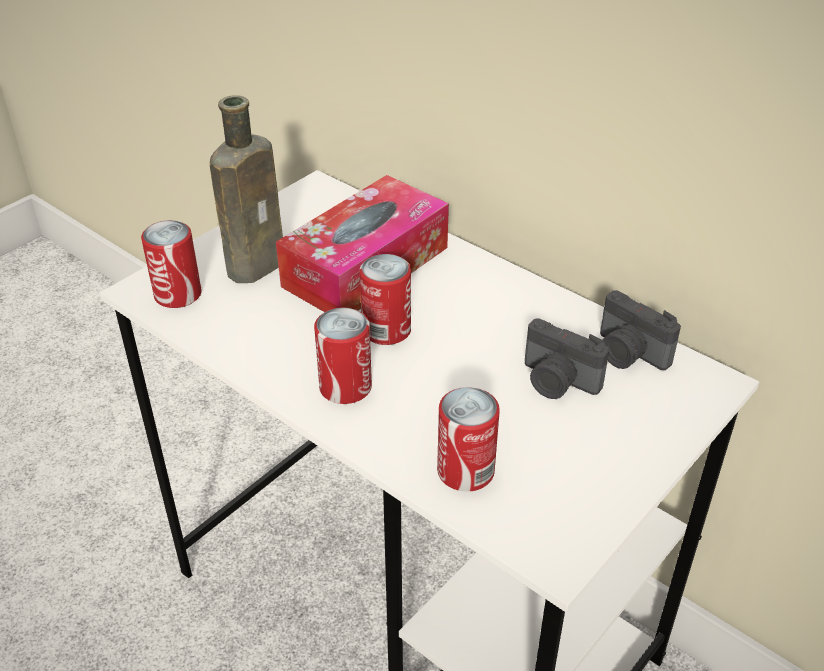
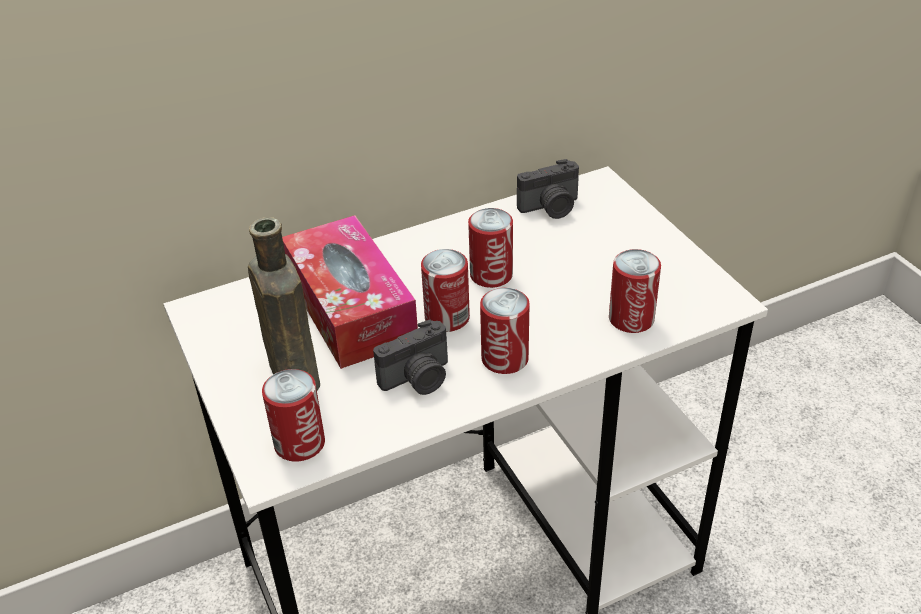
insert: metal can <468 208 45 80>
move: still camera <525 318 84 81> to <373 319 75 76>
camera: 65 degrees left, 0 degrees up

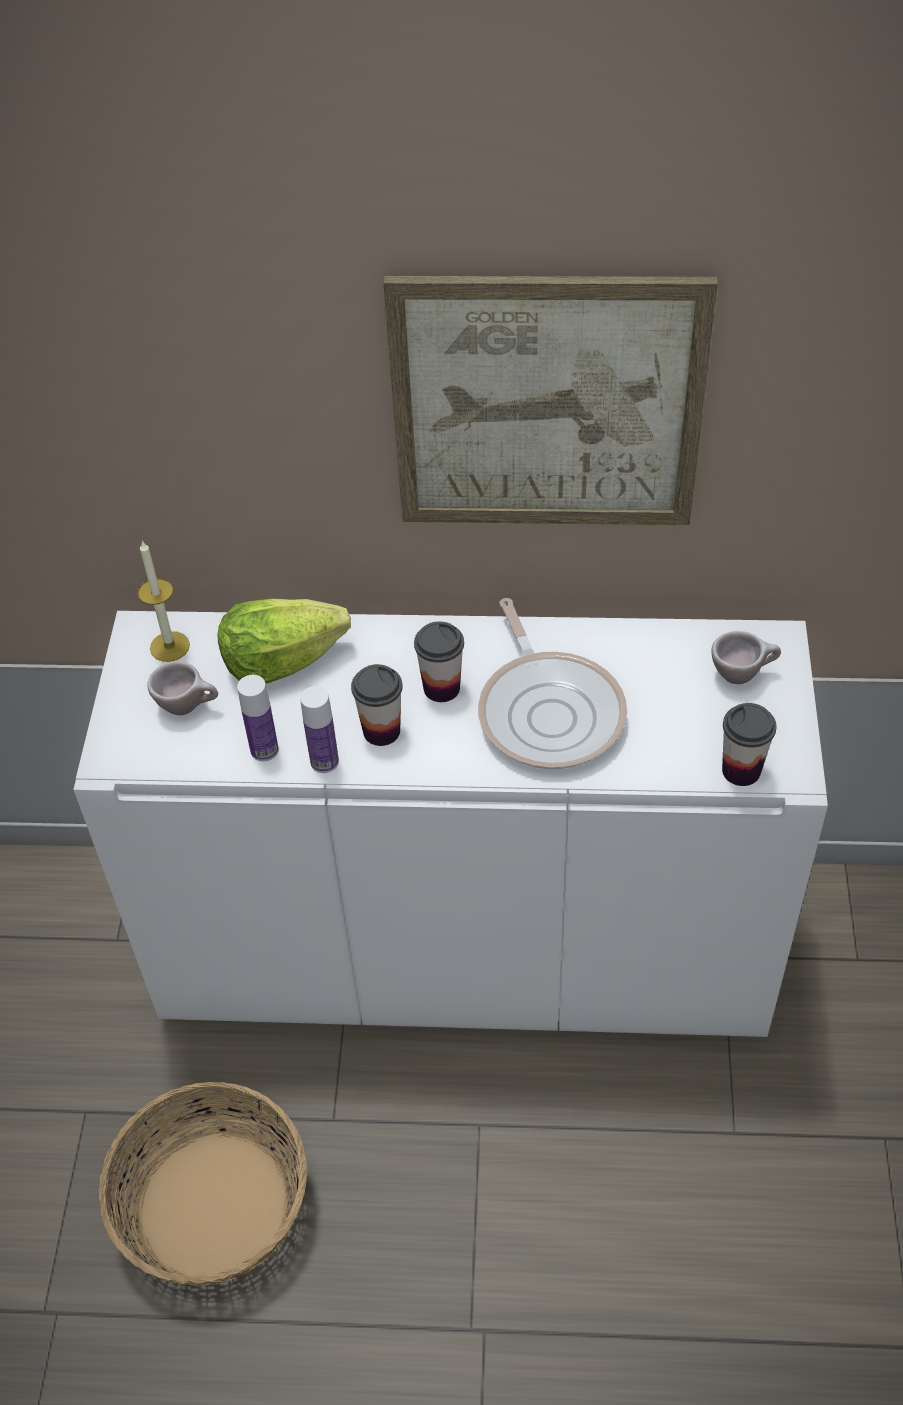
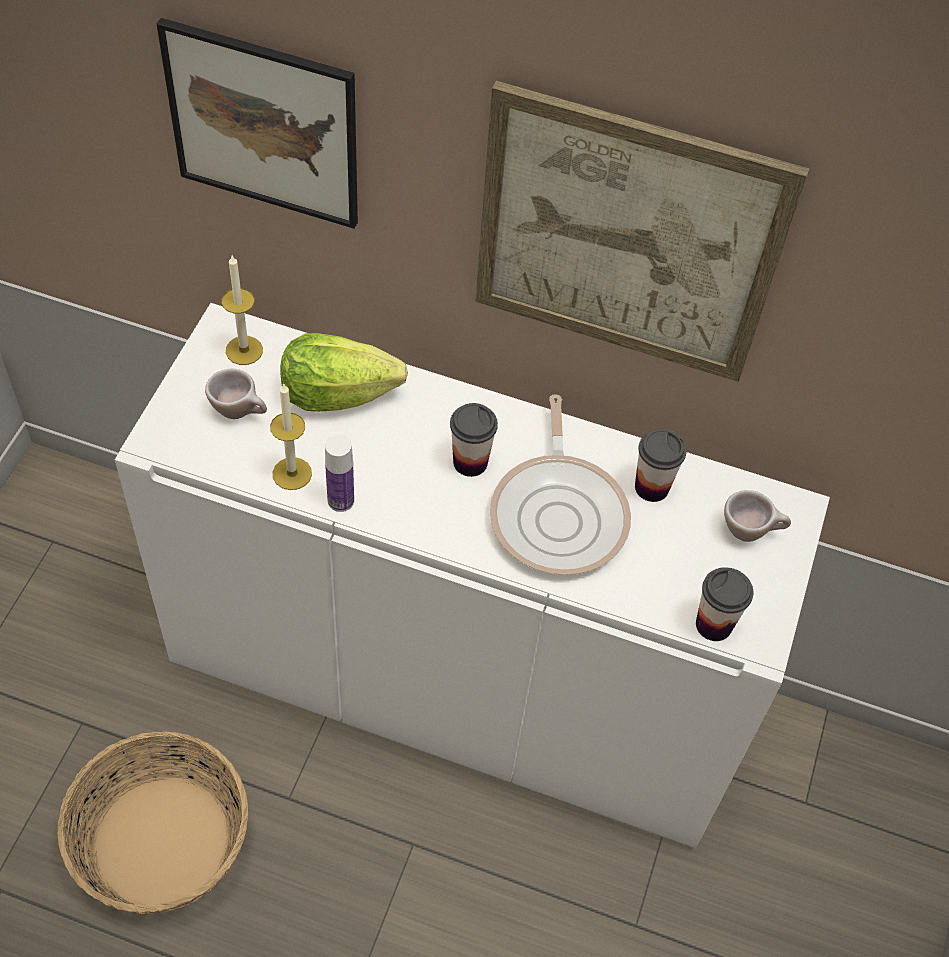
insert: wall art <157 18 201 211>
move: small cup <351 664 52 82> to <635 429 52 73>
replace: bottle <237 675 42 86> to wax light <270 383 42 107>
camera: 10 degrees right, 5 degrees up

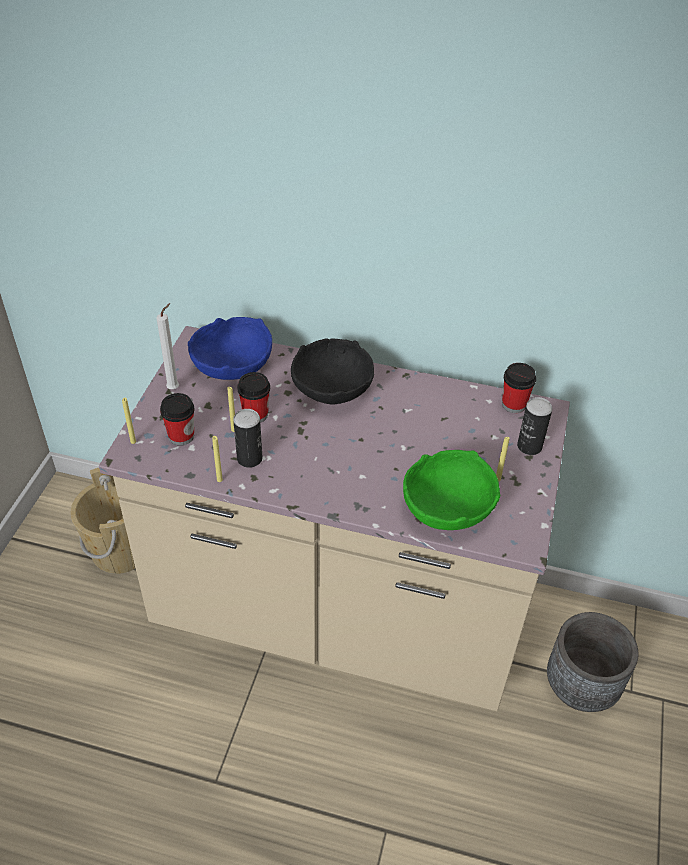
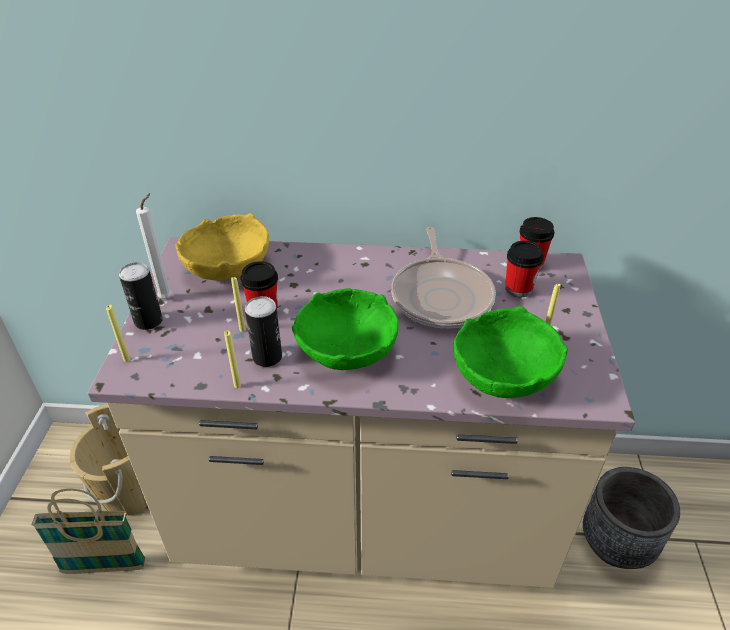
delete: deep dish (blackish) <291 338 83 66>
insert: frying pan <391 227 105 101>; deep dish (green) <292 288 107 82>; basket <31 489 115 85>
move: small cup <160 393 35 53> to <505 241 39 56>; metal can <517 397 36 58> to <119 262 44 68>
recolor: deep dish (blue) <188 317 84 63> to deep dish (yellow) <175 213 94 67>
camera: 10 degrees left, 5 degrees down

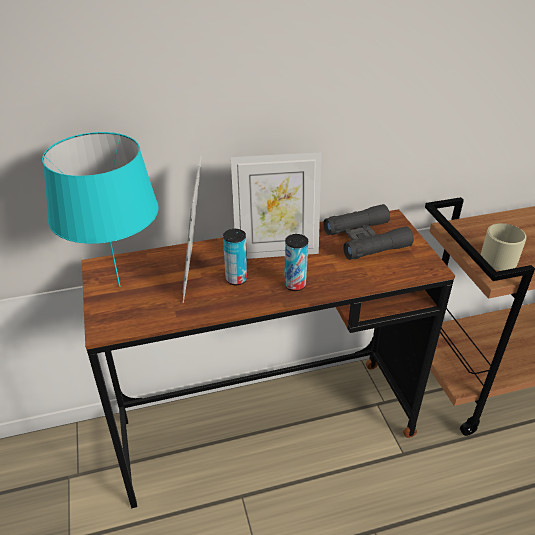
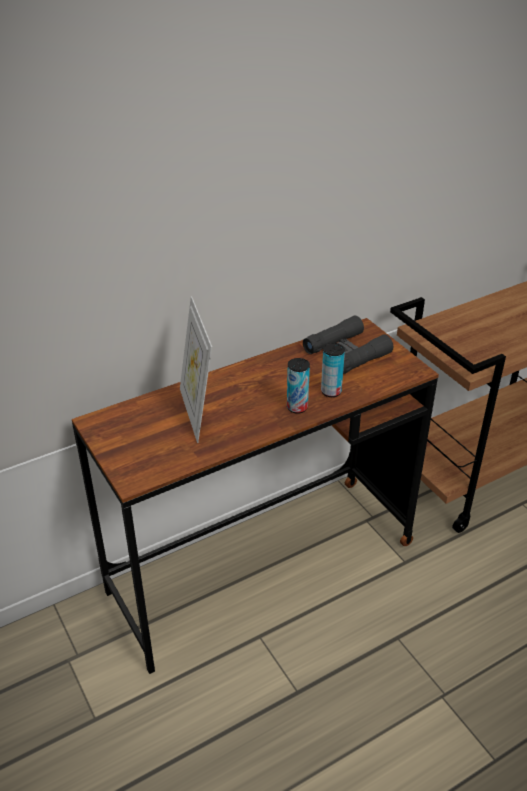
delete: table lamp (turquoise-coloured) <42 132 117 155>; photo frame <231 152 90 107>; mug (sand-coloured) <481 223 46 48>
move: metal can <223 229 24 56> to <321 343 24 54>
camera: 15 degrees left, 0 degrees up

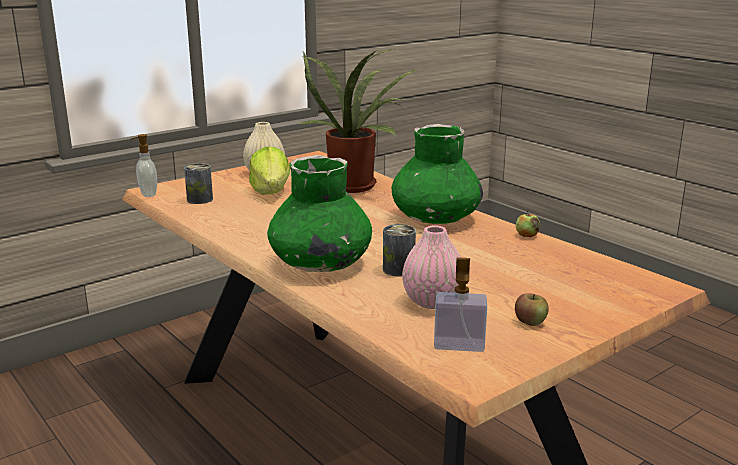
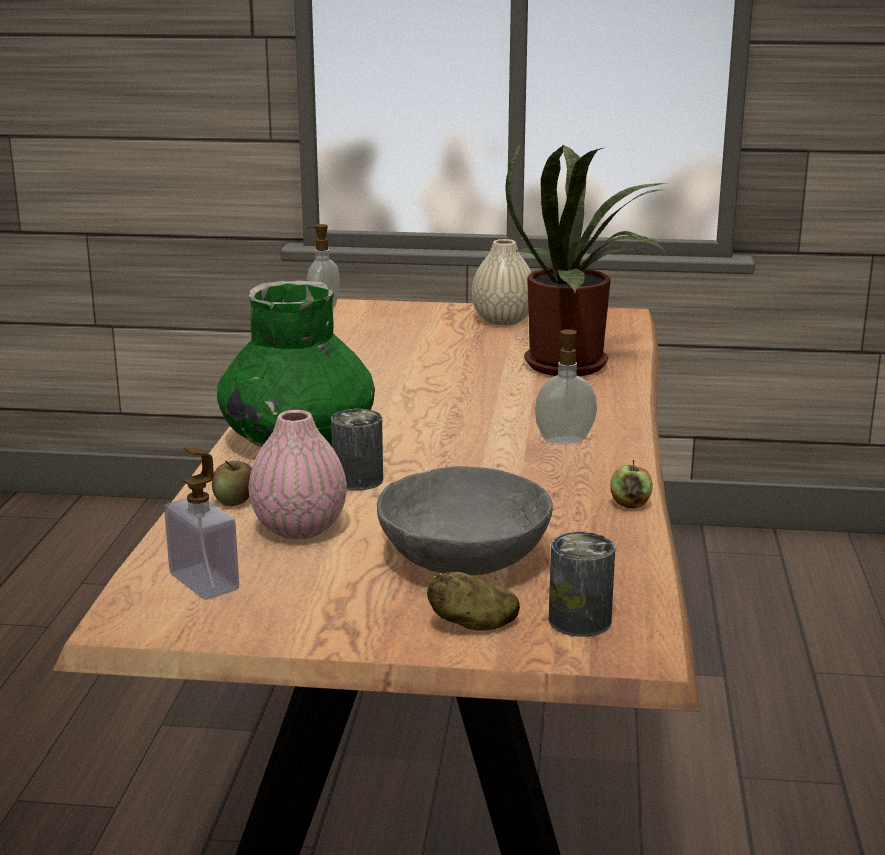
delete: head of lettuce <249 147 41 48>
insert: deep dish (greyish) <377 466 176 109>; spud <427 572 93 59>
move: metal can <184 163 29 41> to <549 532 66 105>; apple fruit <515 293 34 33> to <212 461 40 45>
replace: flower vase (green) <392 124 91 100> to soap bottle <535 329 62 115>
camera: 45 degrees right, 0 degrees up

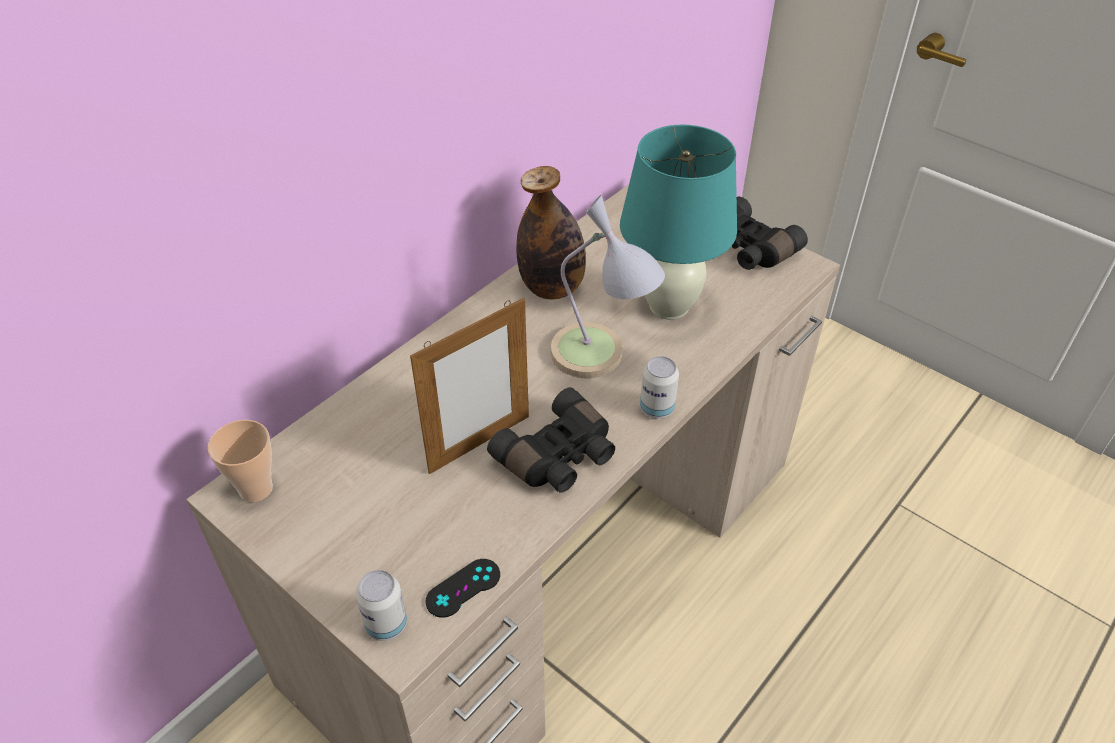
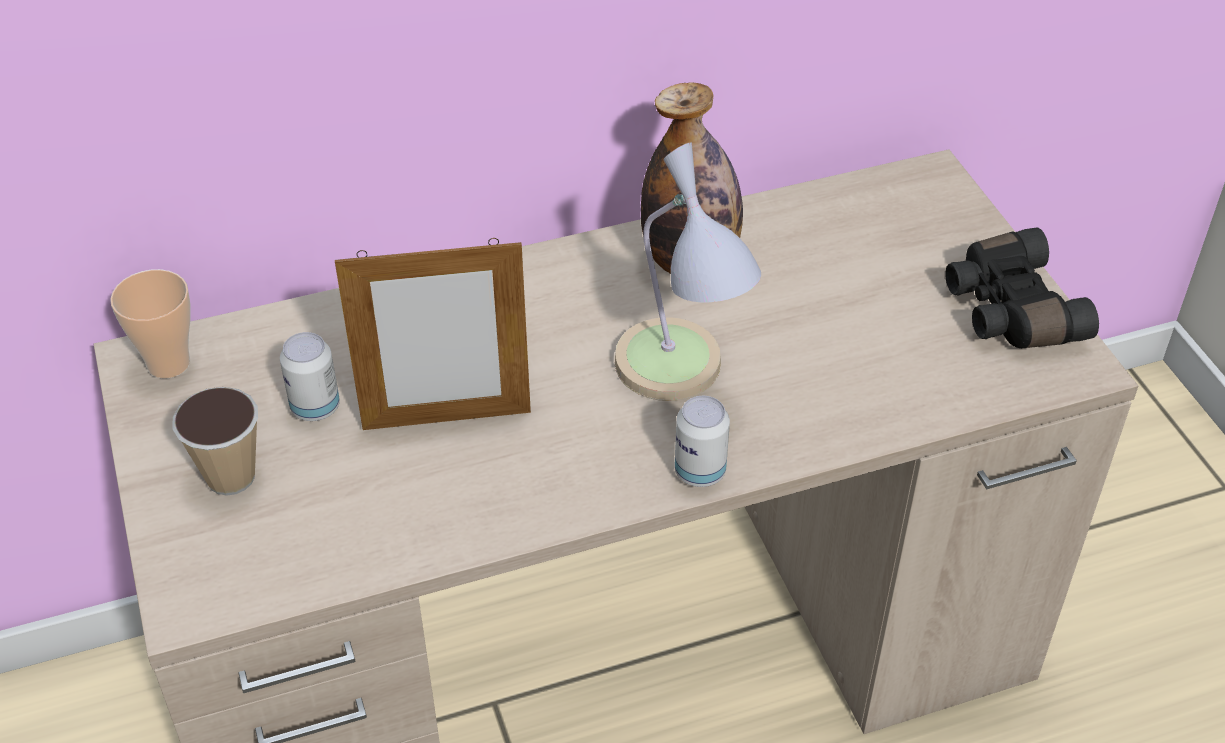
delete: table lamp (turquoise-coloured) <620 125 117 195>; field glasses (blackish) <487 387 128 106>; joypad (blackish) <426 559 74 59>
insert: small cup <173 387 85 109>
move: metal can <356 570 51 71> to <280 332 60 89>
camera: 30 degrees right, 0 degrees up

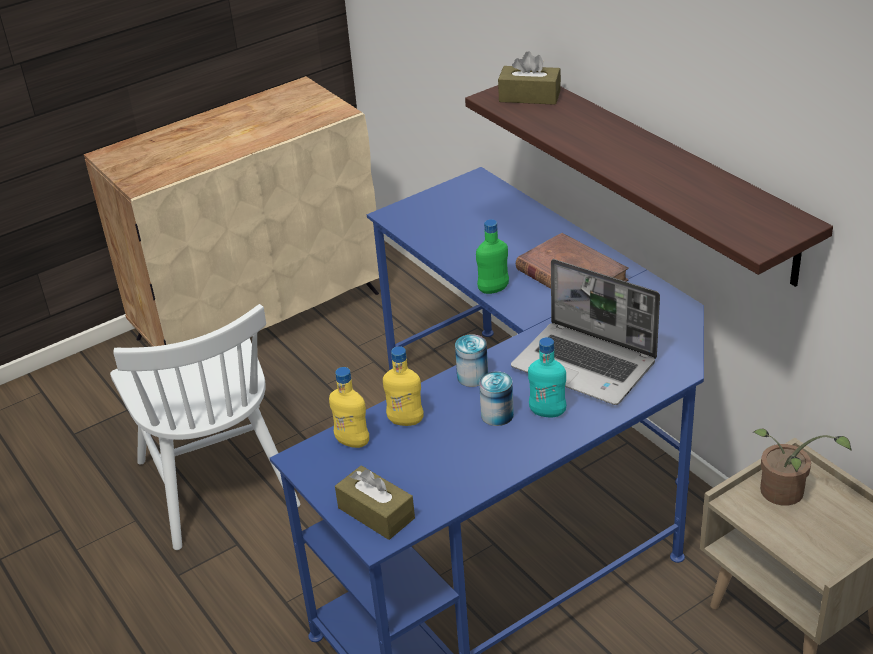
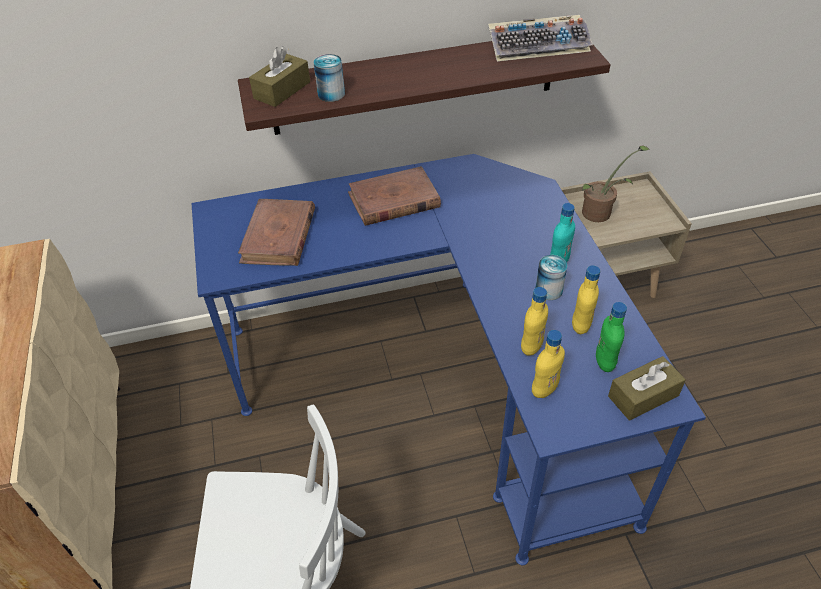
delete: laptop <511 259 149 146>
insert: PC keyboard <488 15 105 47>; book (brown) <238 199 77 67>; bottle (yellow) <572 265 28 69>
move: bottle (green) <476 219 33 75> to <596 302 31 70>; metal can <455 334 33 53> to <314 54 31 48>
camera: 70 degrees left, 10 degrees up

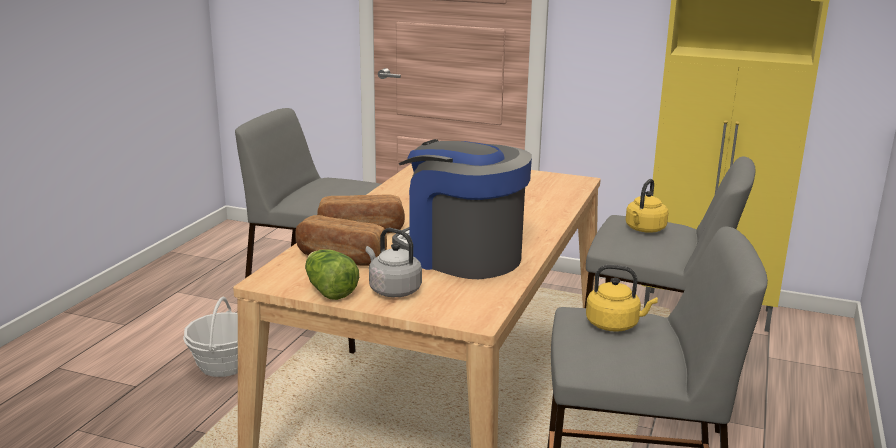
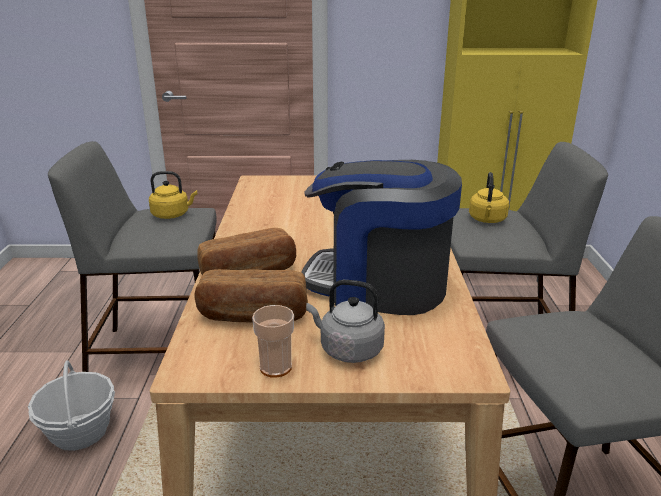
move: kettle (yellow) <586 265 72 67> to <149 171 48 48>
replace: head of lettuce <305 249 54 51> to small cup <252 305 42 73>
camera: 20 degrees left, 5 degrees up

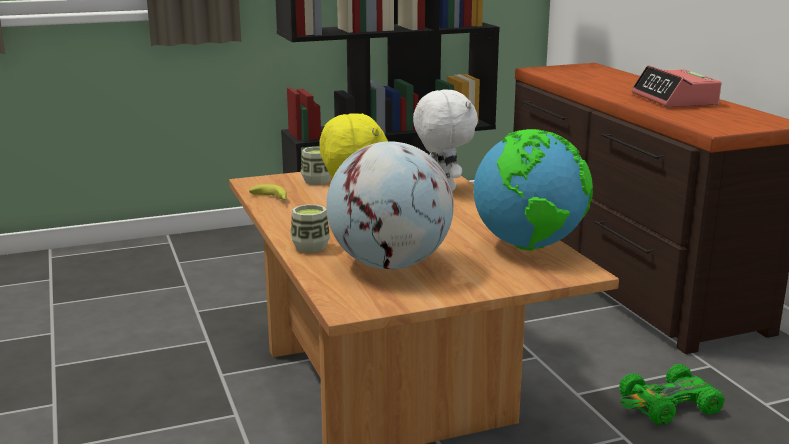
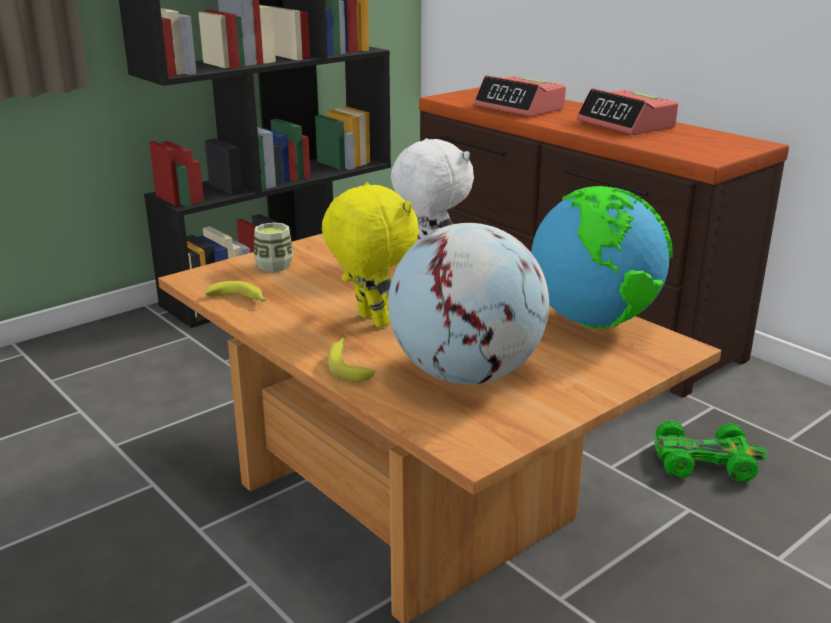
insert: bedside clock <474 76 92 41>
replace: small cup <290 204 40 49> to banana fruit <328 338 47 44>
rotate: model car (green) <619 364 106 61> = <654 420 114 62> 135 degrees counterclockwise
camera: 20 degrees left, 5 degrees up

